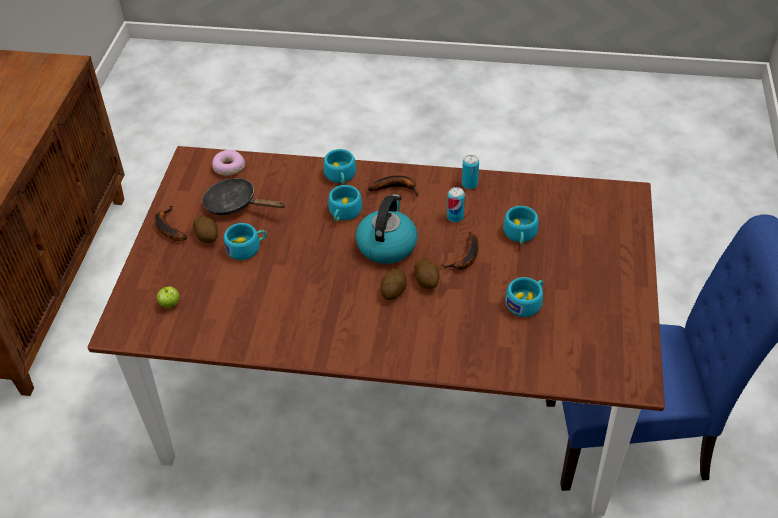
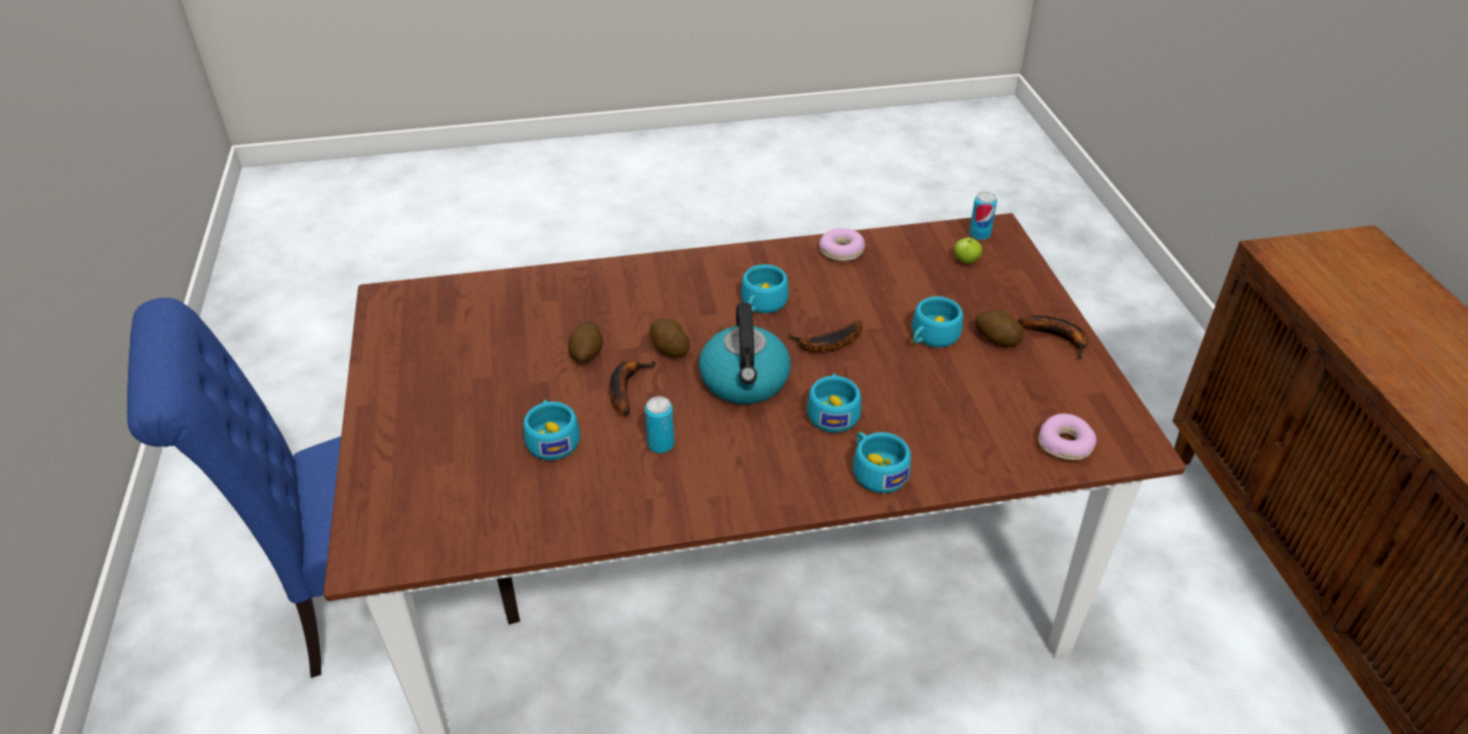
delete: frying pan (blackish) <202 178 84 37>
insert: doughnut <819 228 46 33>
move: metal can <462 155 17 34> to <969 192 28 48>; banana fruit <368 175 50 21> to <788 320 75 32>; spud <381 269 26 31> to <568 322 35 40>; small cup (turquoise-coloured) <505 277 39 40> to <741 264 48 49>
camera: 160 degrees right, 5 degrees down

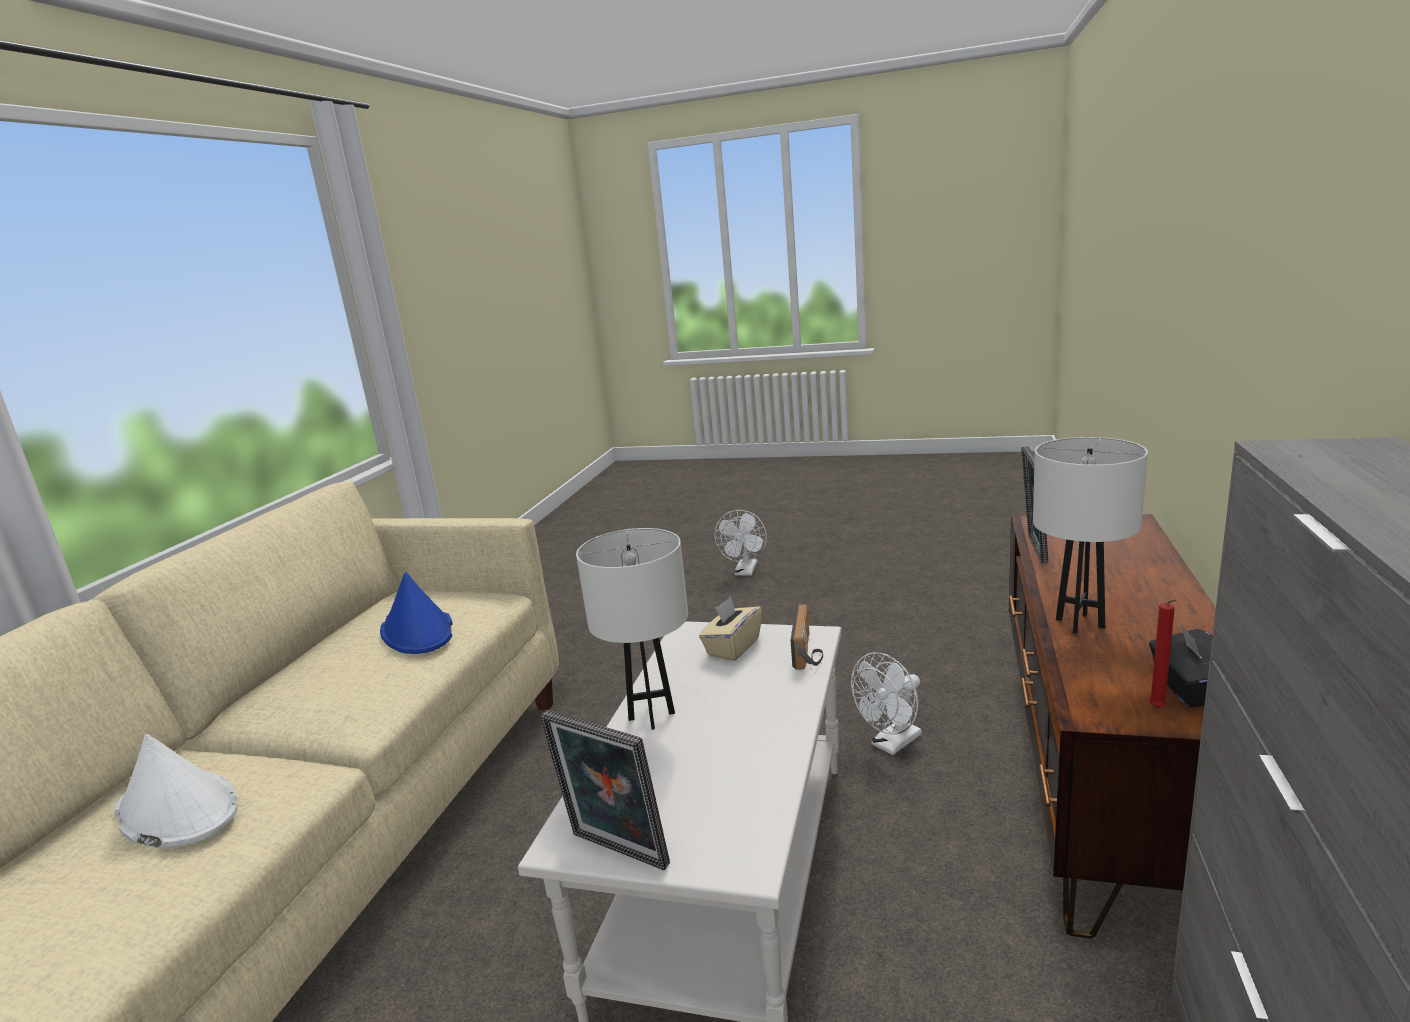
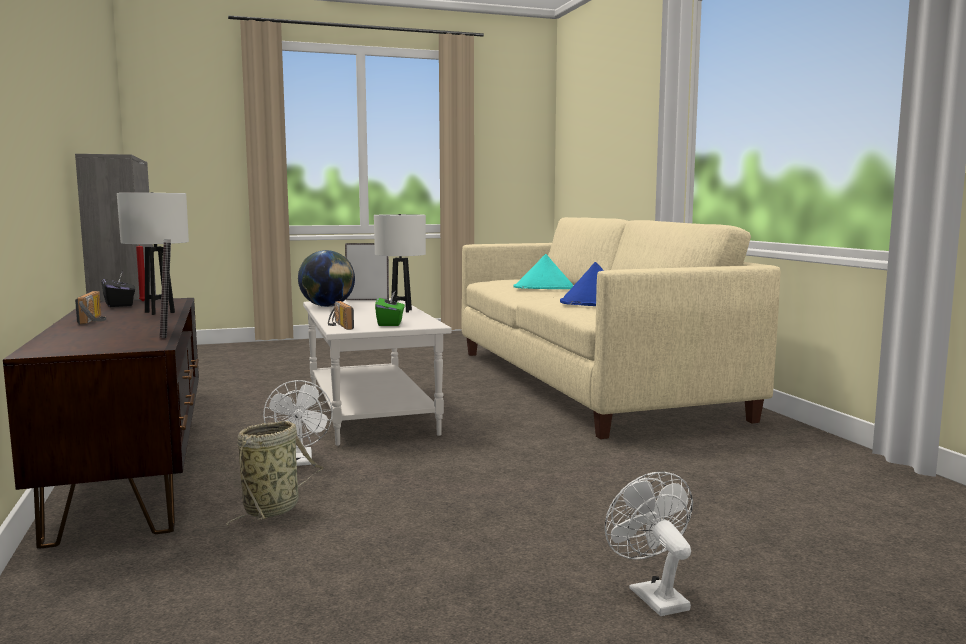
insert: world globe <298 250 57 57>; radio receiver <75 291 31 33>; basket <227 421 96 105>
recolor: box of tissues (sand-coloured) <699 596 63 65> to box of tissues (green) <375 292 30 34>; clothing hat (whitish) <114 734 124 115> to clothing hat (turquoise-coloured) <513 254 61 35>
rotate: fan (whitish) <851 652 71 103> = <263 380 70 86> 150 degrees clockwise
camera: 145 degrees right, 10 degrees down

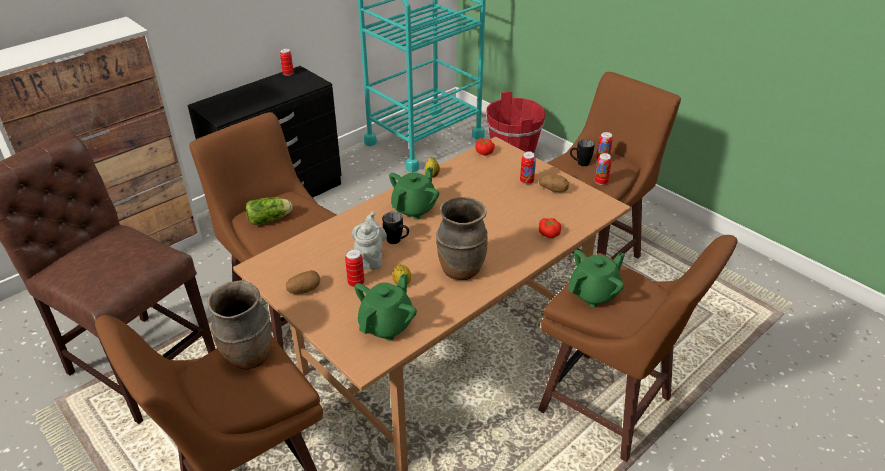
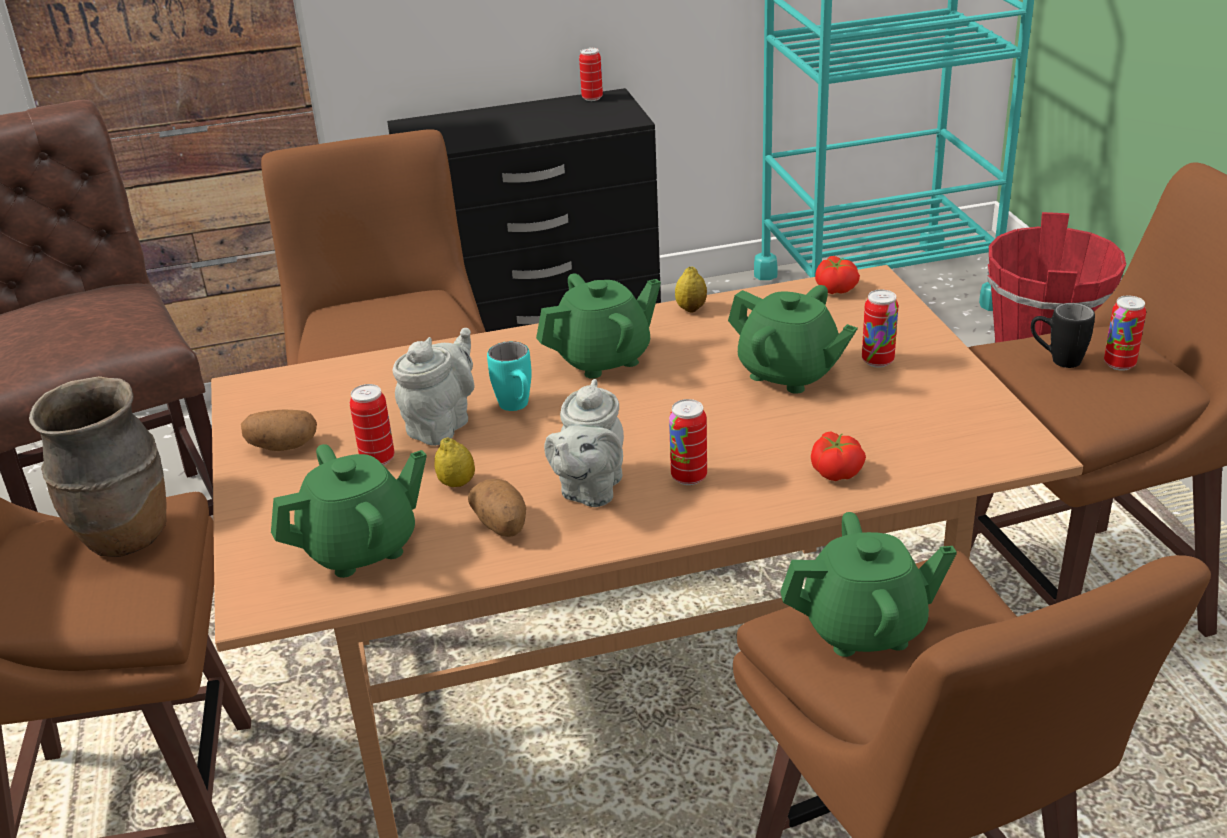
delete: head of lettuce <246 197 46 28>
insert: tea pot (green) <728 285 130 109>
move: metal can <595 153 17 32> to <669 399 38 86>; spud <539 173 30 19> to <468 479 58 58>
replace: flower vase (brown) <436 197 52 83> to tea pot (greyish) <544 379 80 128>
recolor: mug (blackish) <383 212 26 32> to mug (turquoise-coloured) <487 341 45 70>
camera: 30 degrees right, 5 degrees down

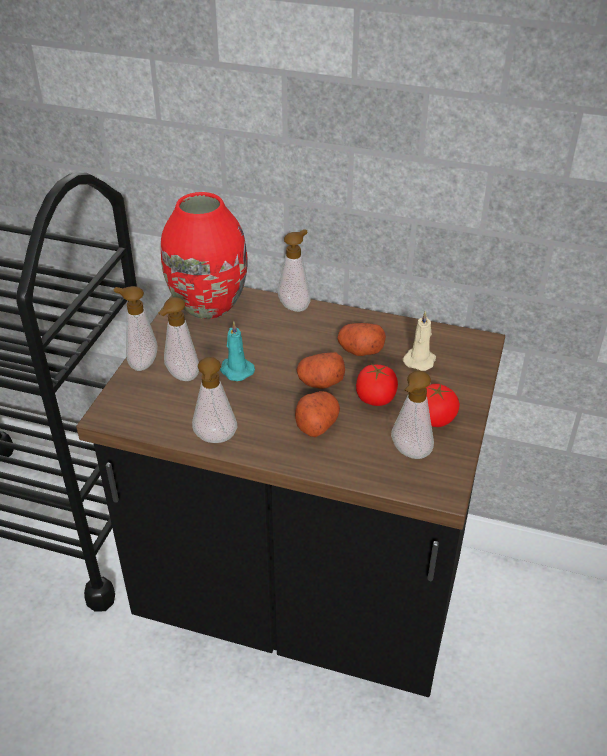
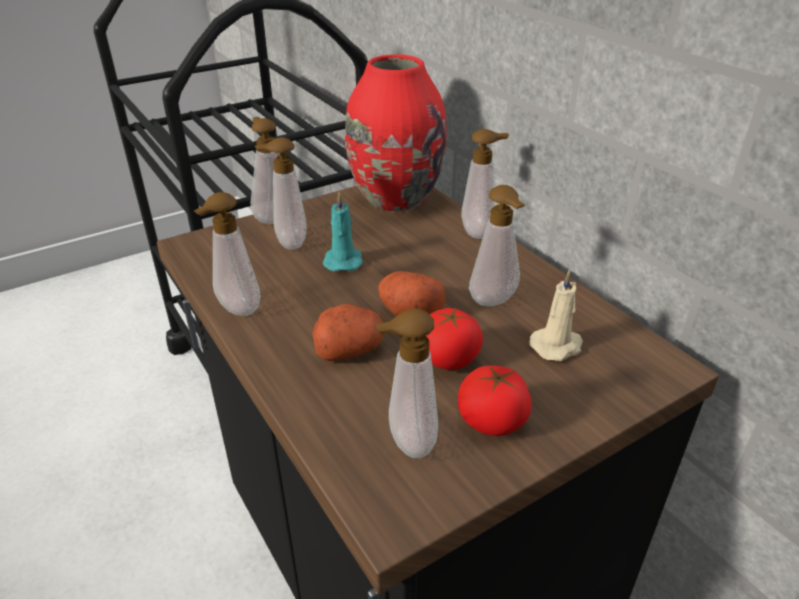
replace: spud <338 323 48 33> to soap bottle <469 185 56 121>
camera: 40 degrees right, 5 degrees down

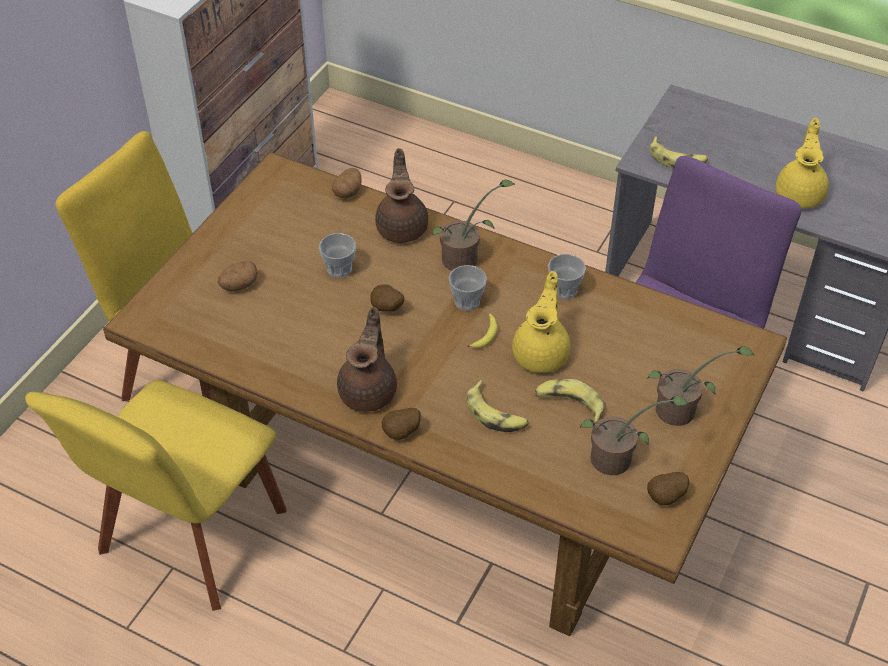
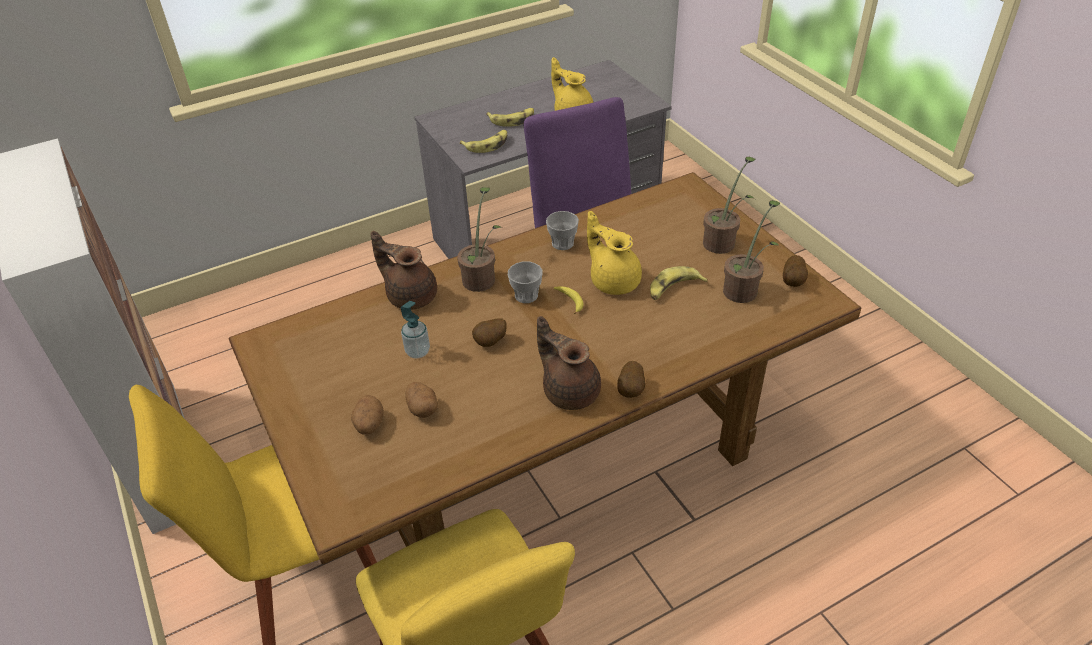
move: spud <332 168 29 30> to <405 382 33 36>; banana fruit <466 380 63 52> to <486 108 48 19>
replace: small cup <319 233 37 45> to soap bottle <401 301 29 58>
camera: 55 degrees left, 5 degrees down

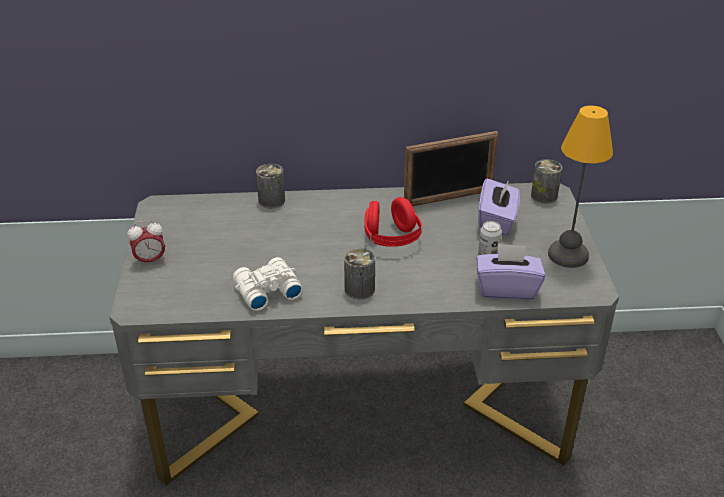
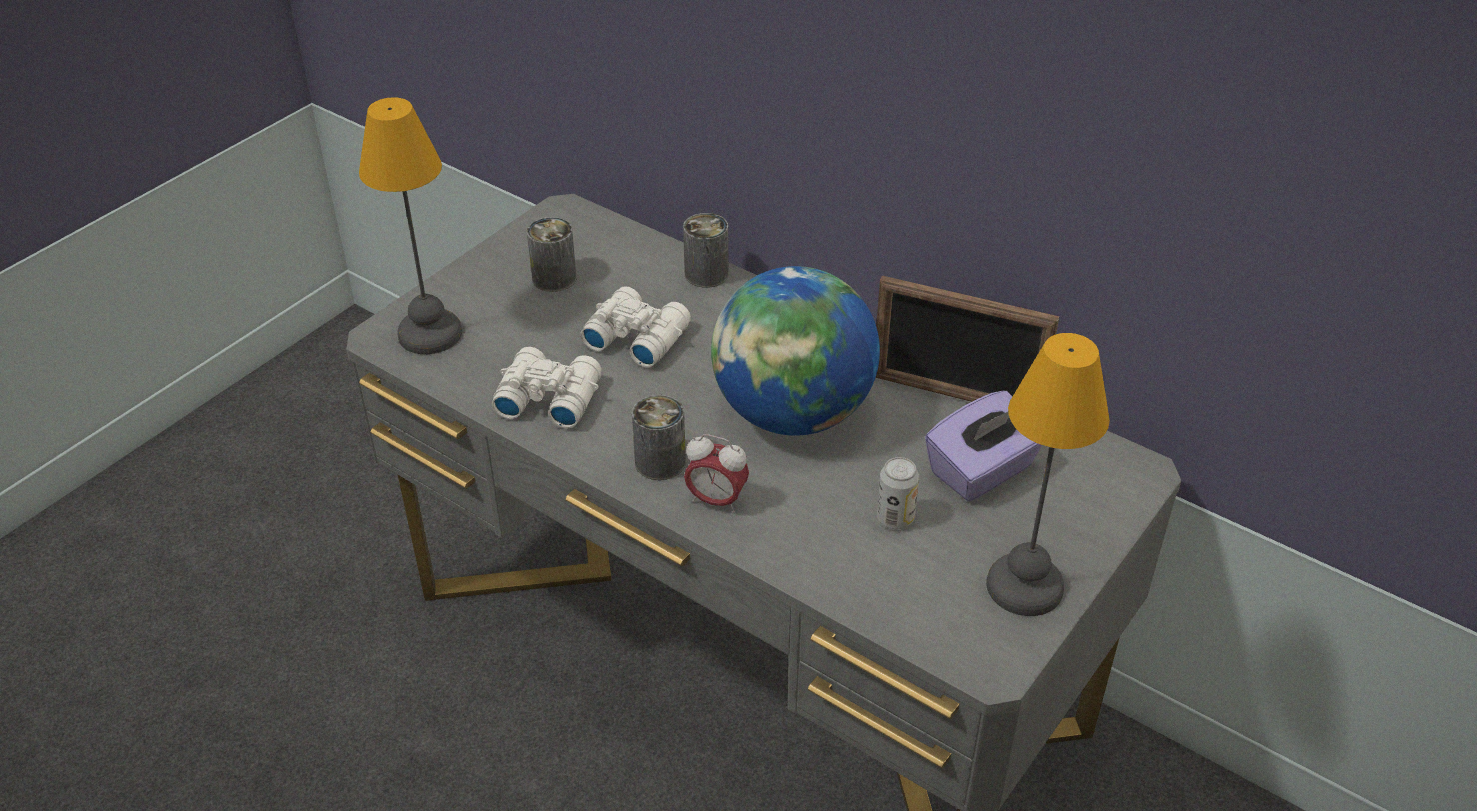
delete: box of tissues (purplish) <476 243 69 57>
insert: table lamp <359 97 103 257>; field glasses (whitish) <581 287 110 81>
move: metal can <531 159 31 45> to <527 217 50 75>; bedside clock <127 220 38 47> to <684 434 65 79>
replace: headphones (reddish) <364 197 59 50> to world globe <711 266 169 170>
camera: 40 degrees right, 5 degrees up

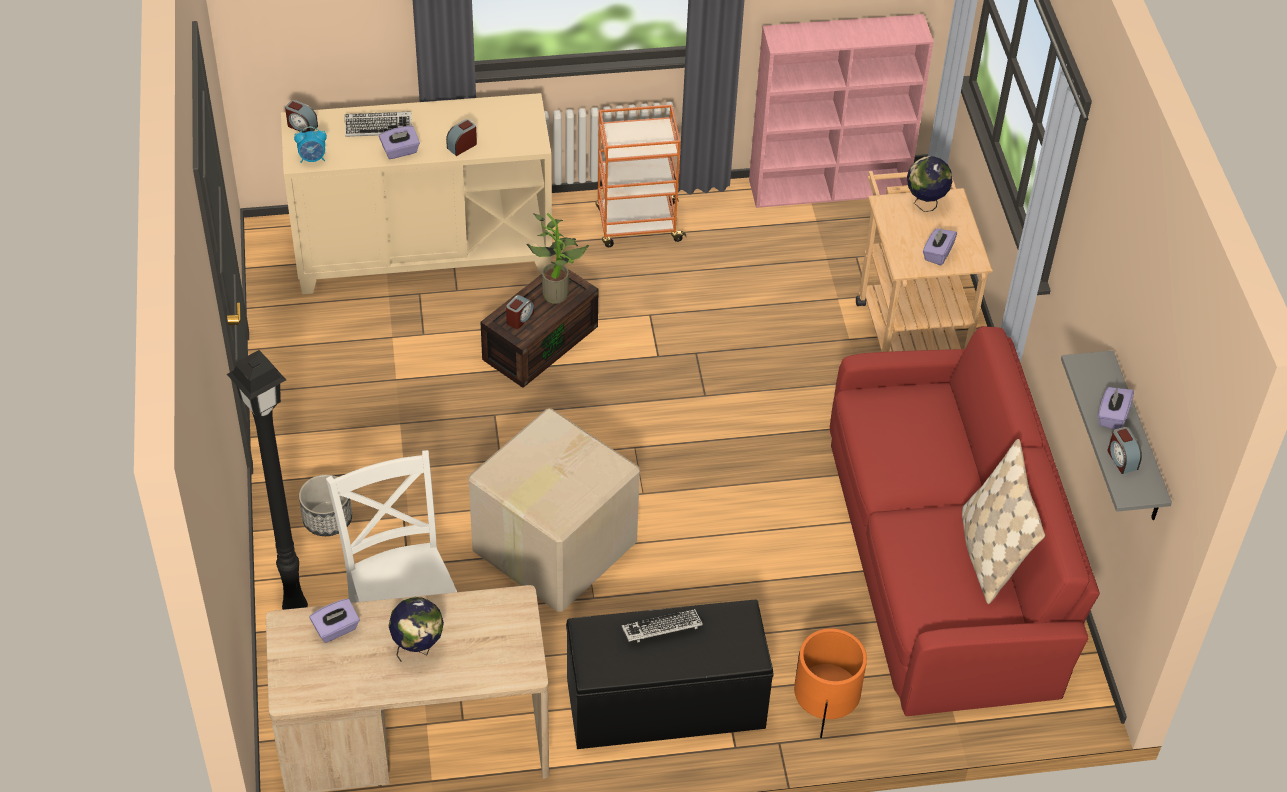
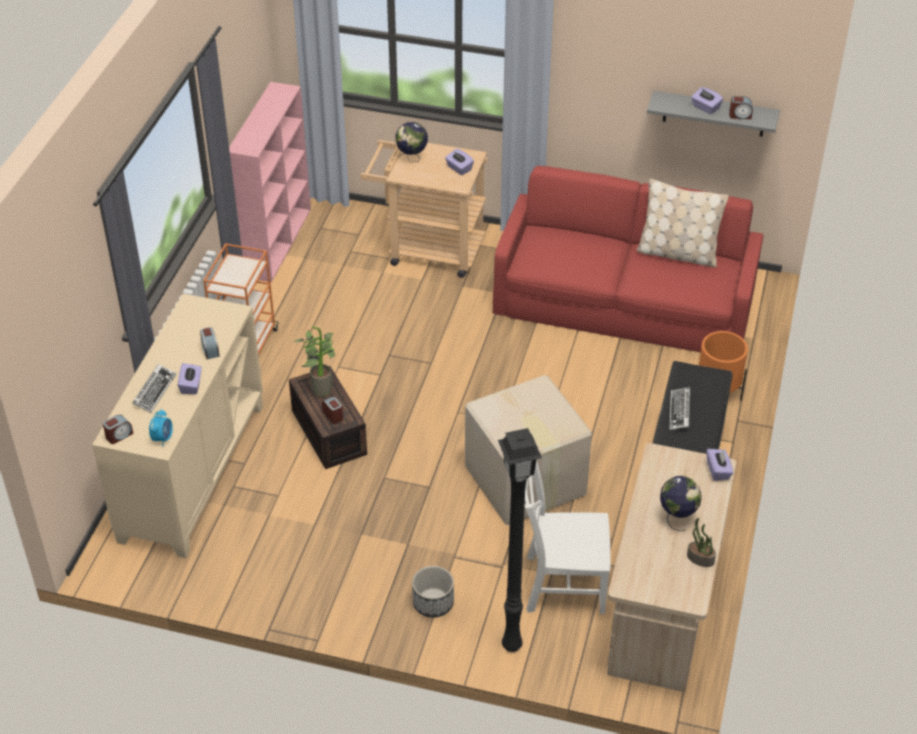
insert: plant in a pot <687 518 29 49>
move: box of tissues (purplish) <310 599 50 44> to <707 449 26 32>
camera: 65 degrees left, 5 degrees down

